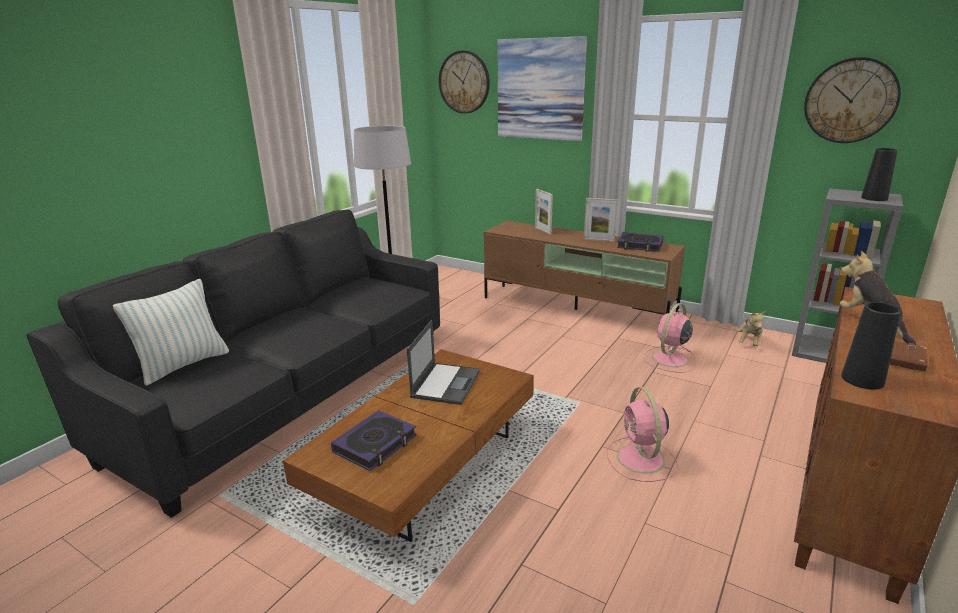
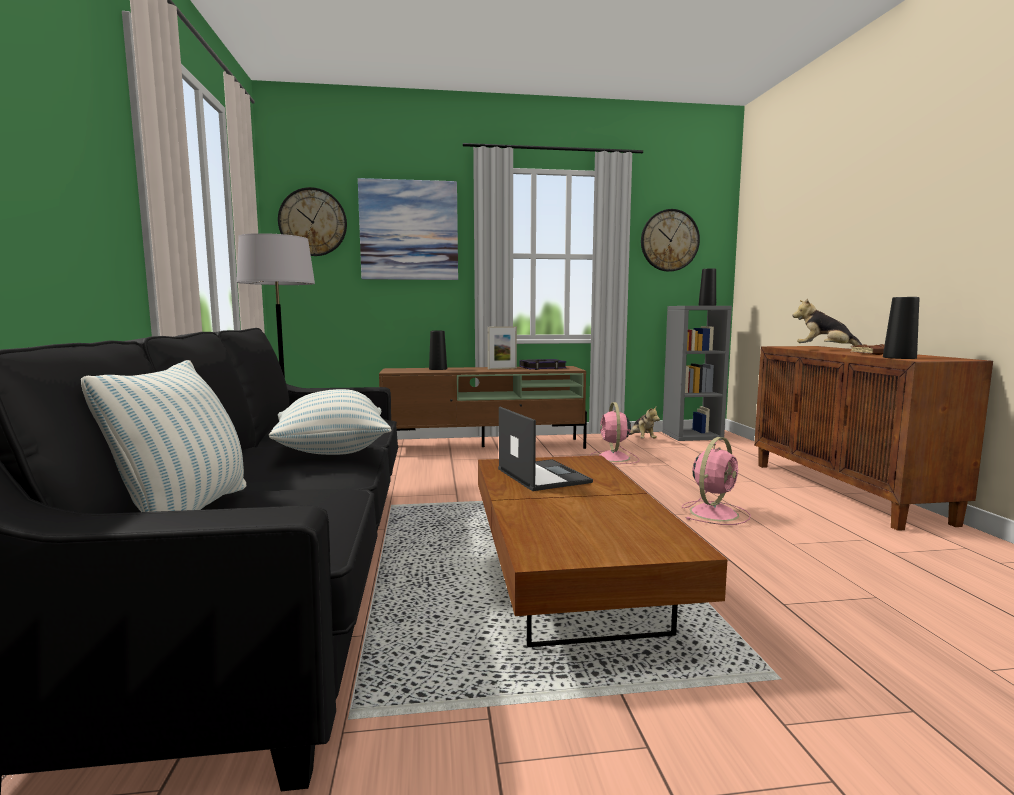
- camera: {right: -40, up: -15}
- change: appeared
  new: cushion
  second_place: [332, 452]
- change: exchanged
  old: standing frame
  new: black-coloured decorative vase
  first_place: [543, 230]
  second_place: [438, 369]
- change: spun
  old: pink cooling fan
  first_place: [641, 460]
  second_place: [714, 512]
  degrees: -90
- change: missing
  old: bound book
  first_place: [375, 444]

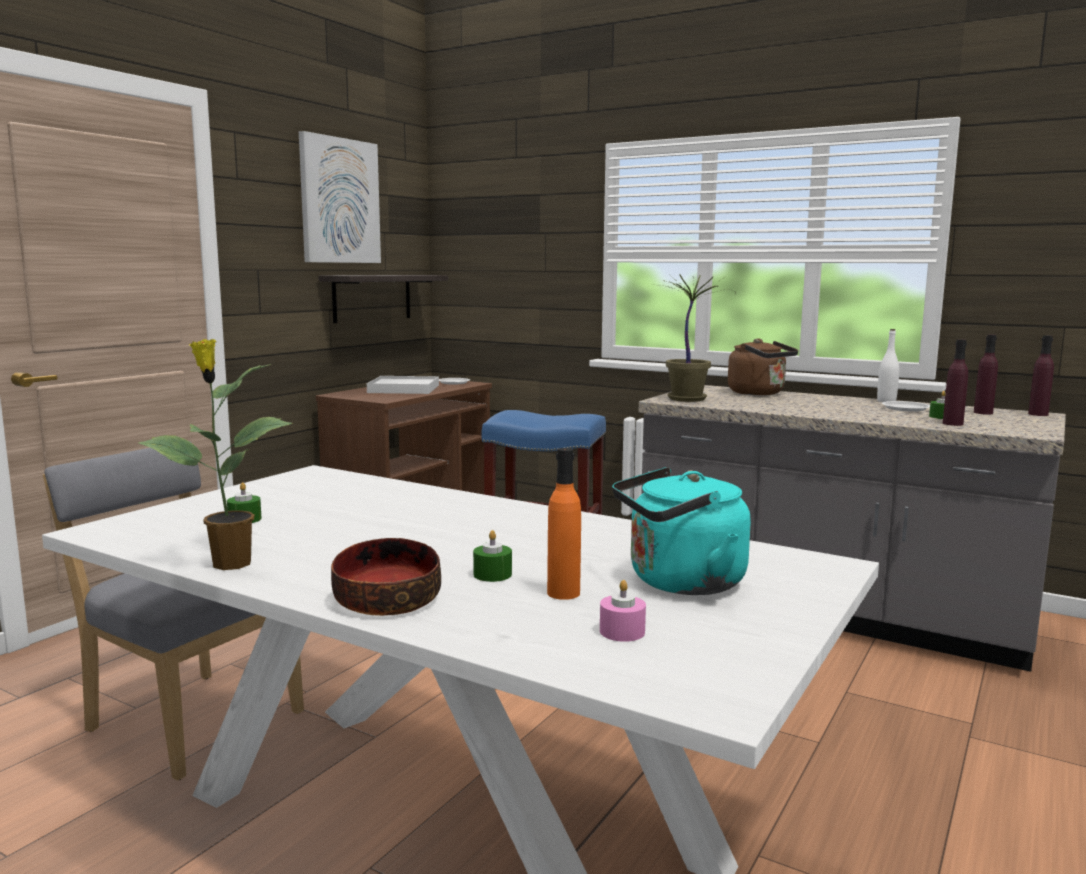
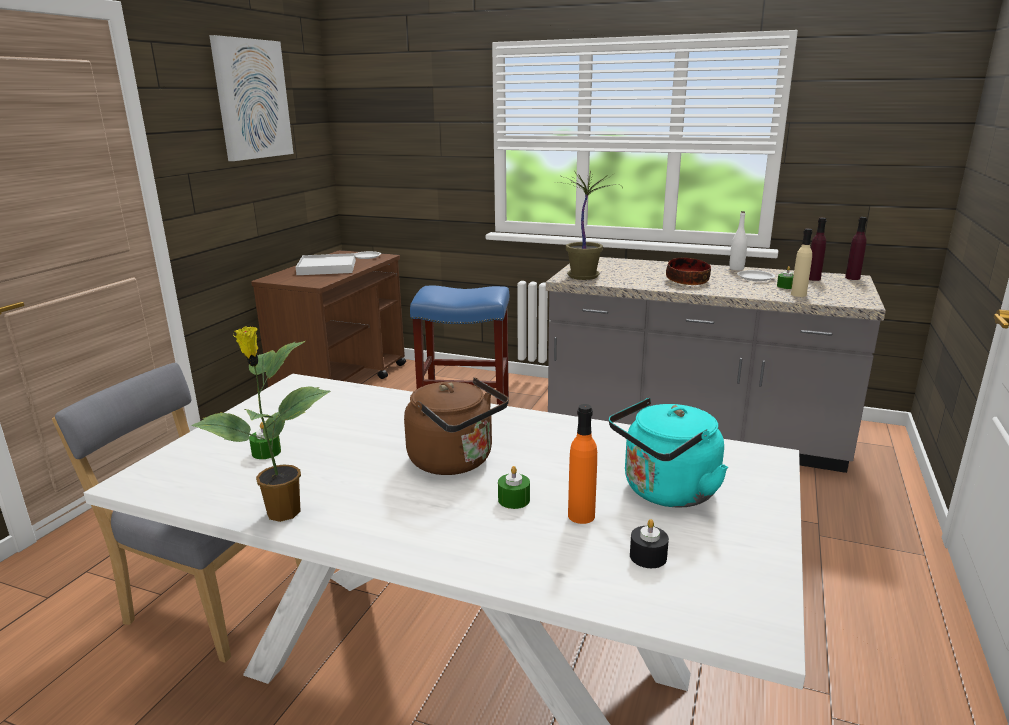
- camera: {right: -10, up: 10}
- change: relocated
  old: brown-coloured tea kettle
  first_place: [759, 393]
  second_place: [455, 461]
- change: colour
  old: pink wax candle
  new: black-coloured wax candle
  first_place: [622, 631]
  second_place: [648, 556]
- change: relocated
  old: bowl
  first_place: [386, 600]
  second_place: [686, 281]
- change: colour
  old: purple-coloured bottle
  new: sand-coloured bottle
  first_place: [952, 424]
  second_place: [798, 294]
- change: missing
  old: bracket shelf
  first_place: [372, 297]

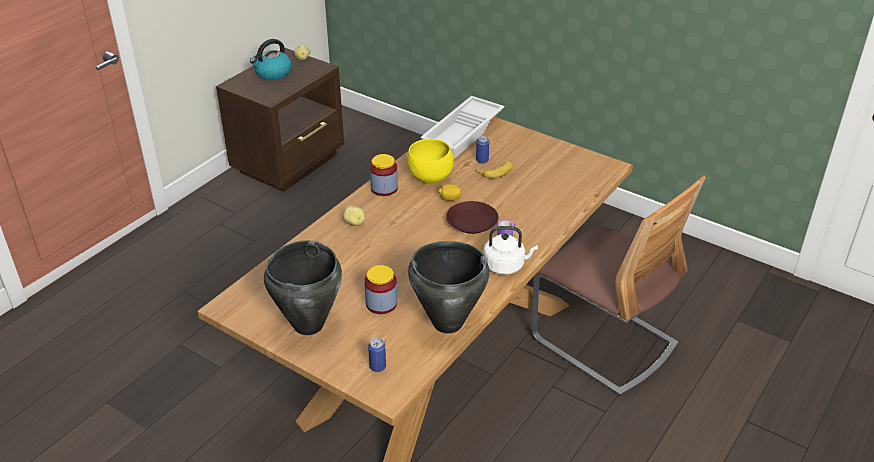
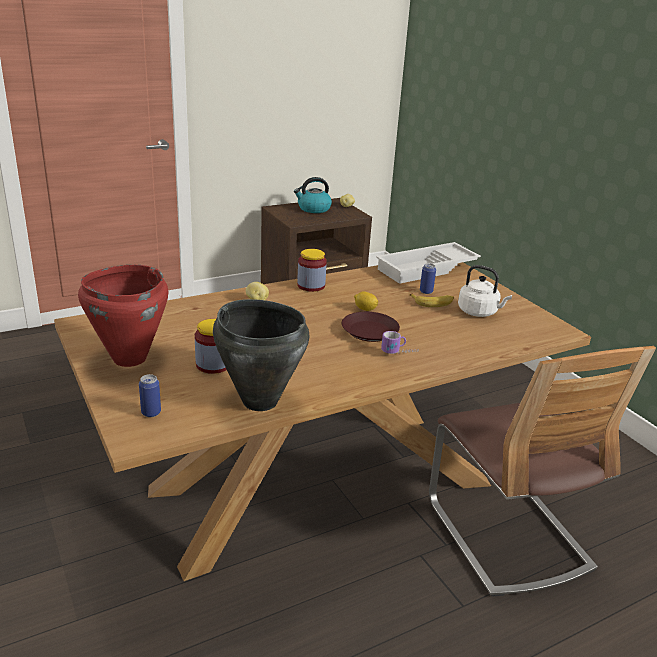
- camera: {right: 25, up: -10}
- change: colour
  old: black-coloured cooking pot
  new: red-coloured cooking pot
  first_place: [307, 325]
  second_place: [128, 358]
- change: relocated
  old: white-coloured tea kettle
  first_place: [506, 266]
  second_place: [479, 312]
- change: missing
  old: yellow bowl
  first_place: [430, 178]

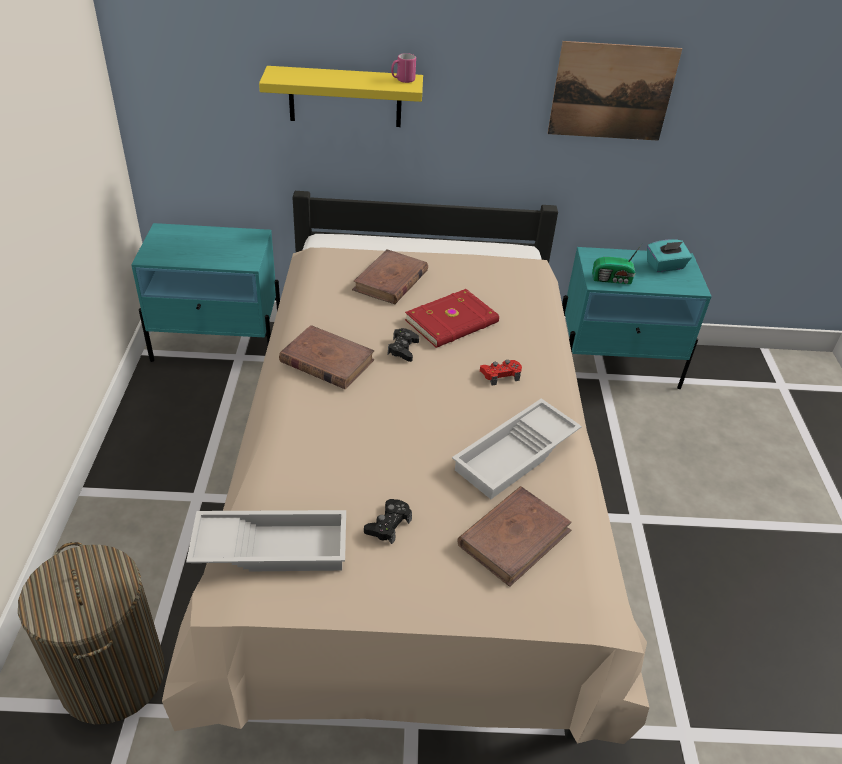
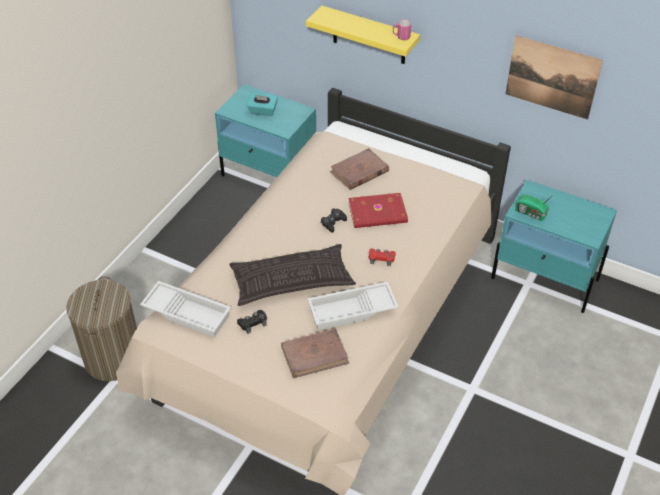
- camera: {right: 30, up: 5}
- change: appeared
  new: cushion
  second_place: [292, 281]
- change: relocated
  old: turquoise box of tissues
  first_place: [665, 266]
  second_place: [262, 111]
- change: missing
  old: brown-coloured bound book
  first_place: [326, 361]

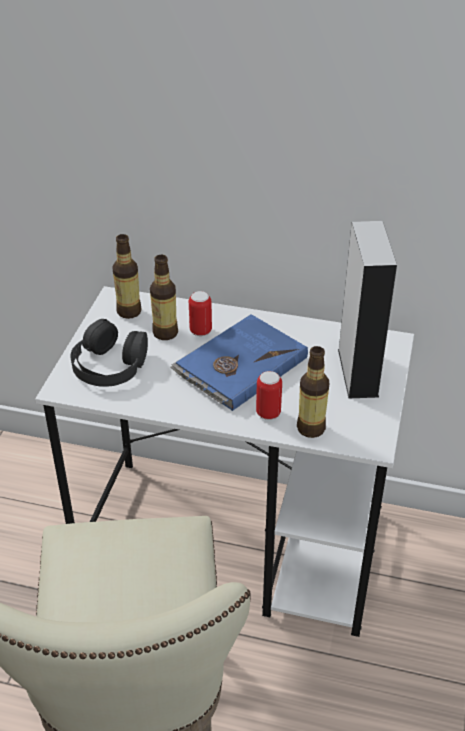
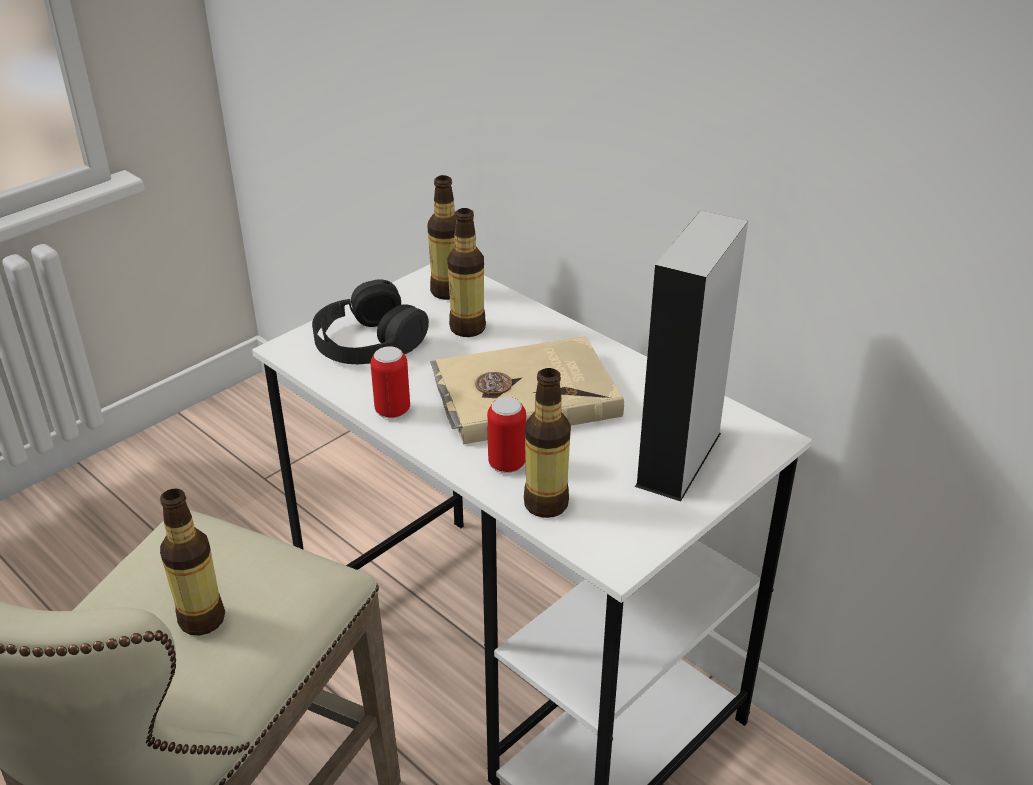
- camera: {right: 30, up: -5}
- change: appeared
  new: bottle
  second_place: [202, 619]
- change: relocated
  old: sealed can
  first_place: [200, 331]
  second_place: [392, 410]
- change: colour
  old: blue-coloured bound book
  new: sand-coloured bound book
  first_place: [239, 365]
  second_place: [524, 394]

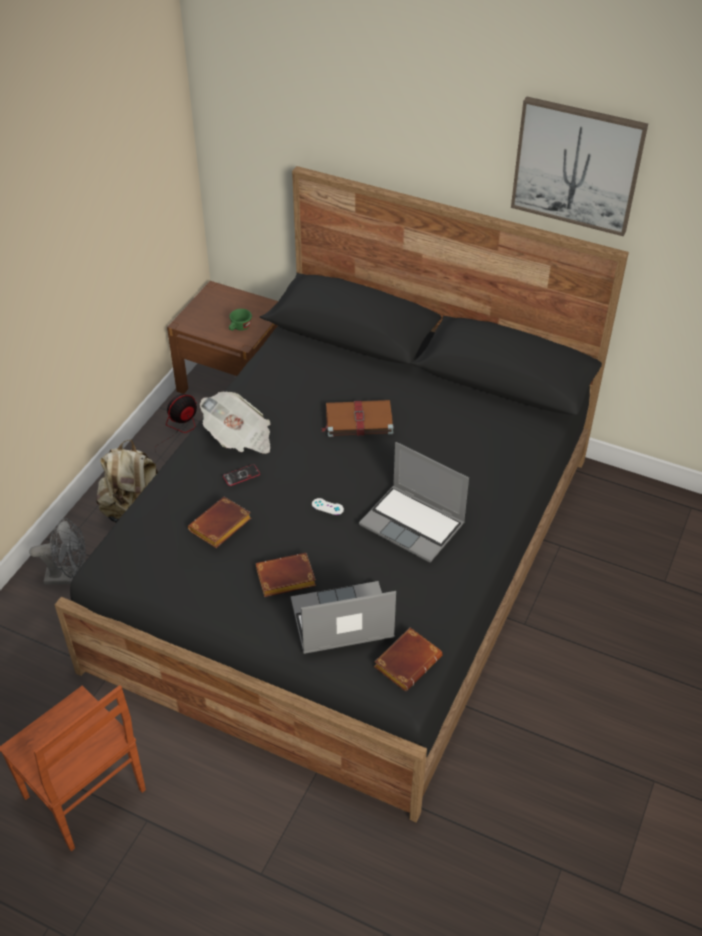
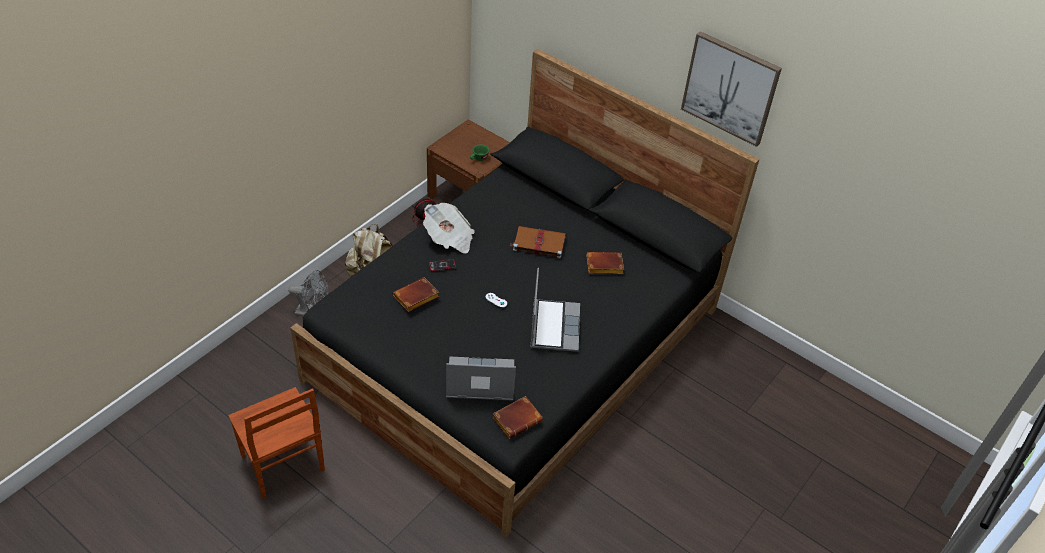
- camera: {right: 10, up: 0}
- change: spun
  old: notebook computer
  first_place: [414, 524]
  second_place: [554, 326]
  degrees: -135
- change: relocated
  old: brown-coloured bound book
  first_place: [284, 580]
  second_place: [603, 266]

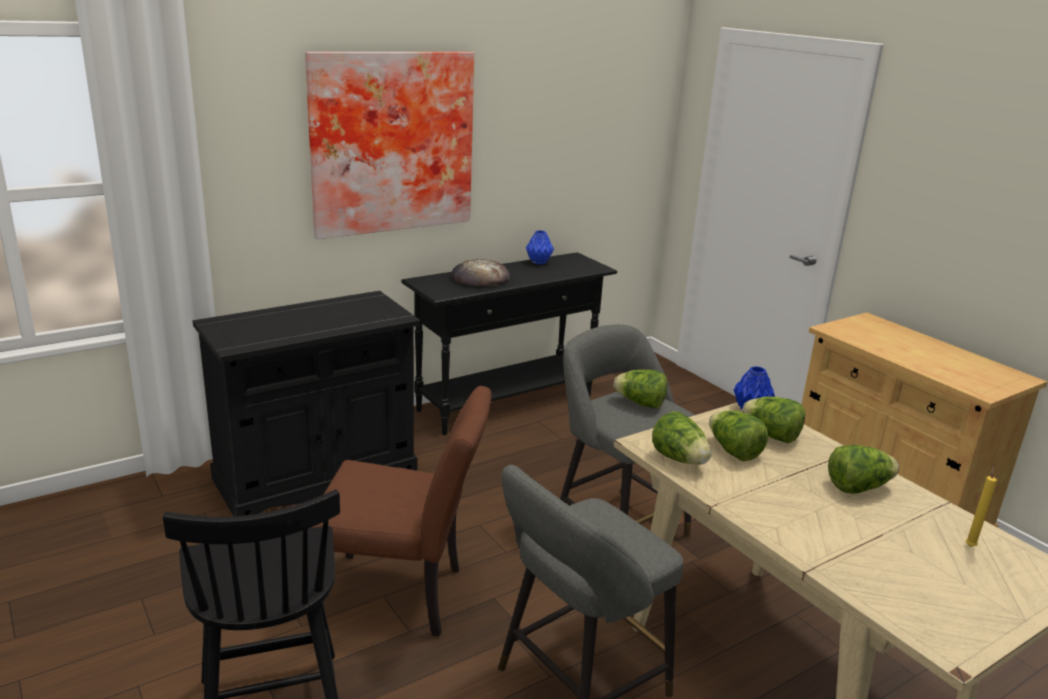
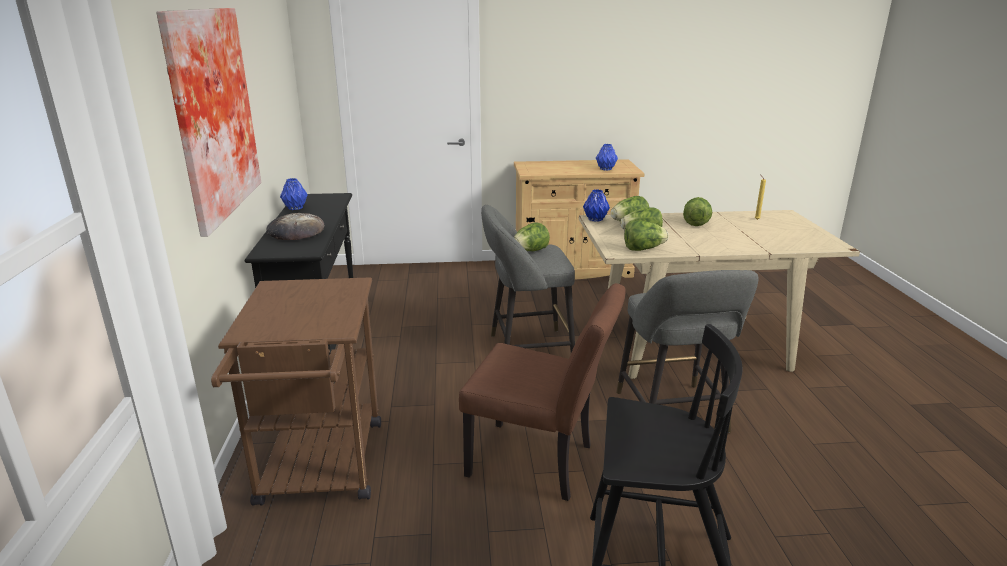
- camera: {right: -60, up: 0}
- change: exchanged
  old: black-coloured cupboard
  new: brown-coloured cart
  first_place: [316, 475]
  second_place: [320, 471]
- change: spun
  old: brown-coloured chair
  first_place: [403, 596]
  second_place: [540, 463]
  degrees: 75
- change: appeared
  new: blue-coloured decorative vase
  second_place: [606, 169]

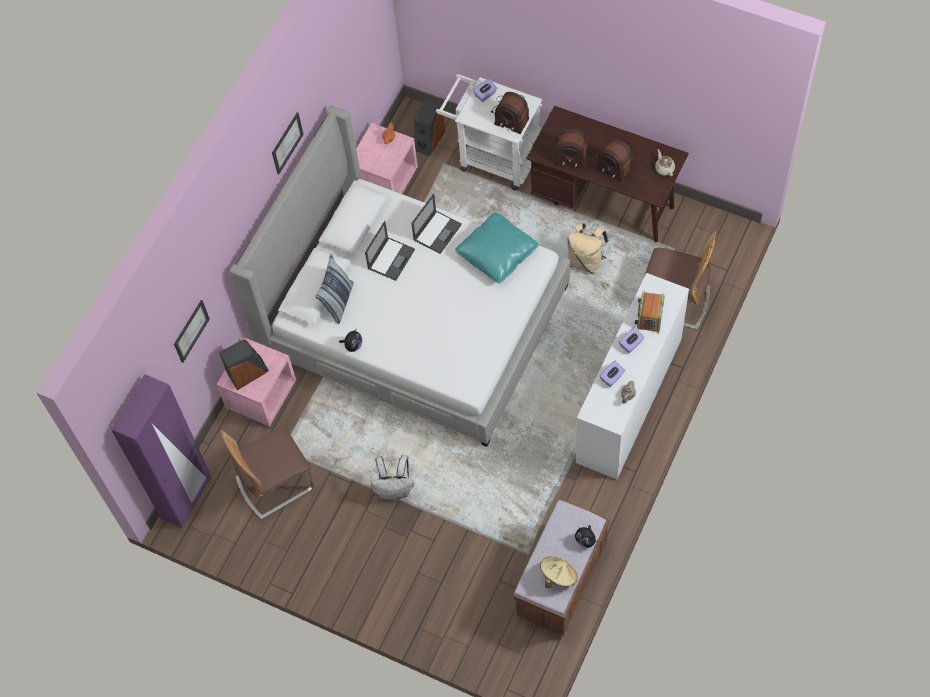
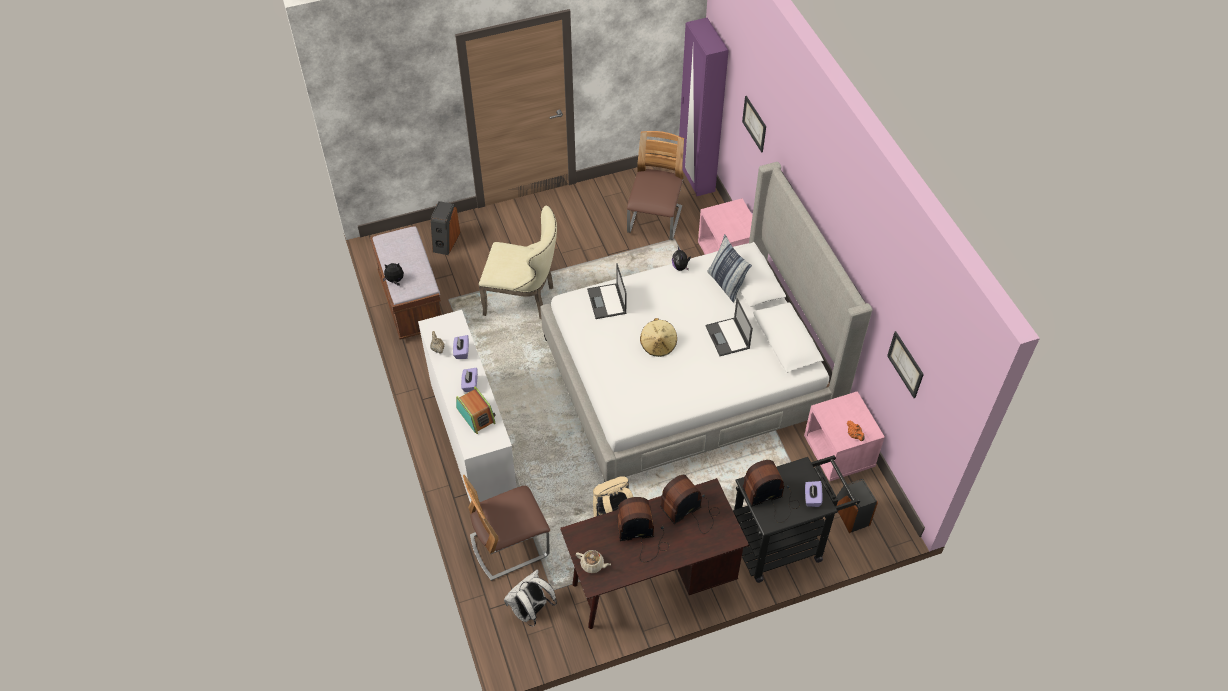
- camera: {right: 130, up: -10}
- change: relocated
  old: speaker
  first_place: [247, 372]
  second_place: [445, 241]
- change: appeared
  new: sand-coloured chair
  second_place: [524, 299]
- change: relocated
  old: white-coloured knapsack
  first_place: [395, 490]
  second_place: [531, 611]
- change: relocated
  old: notebook computer
  first_place: [437, 231]
  second_place: [607, 302]
- change: relocated
  old: sand-coloured hat
  first_place: [558, 576]
  second_place: [658, 345]
- change: colour
  old: white-coloured cart
  new: black-coloured cart
  first_place: [493, 157]
  second_place: [784, 543]
- change: relocated
  old: picture
  first_place: [287, 143]
  second_place: [905, 364]
- change: missing
  old: turquoise cushion
  first_place: [497, 254]

